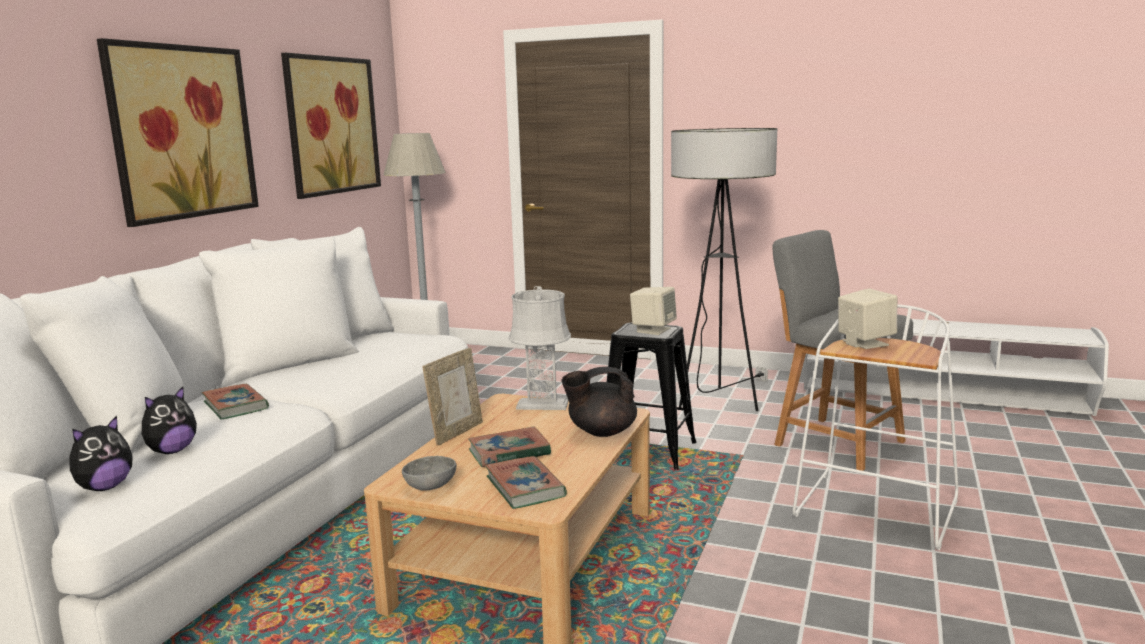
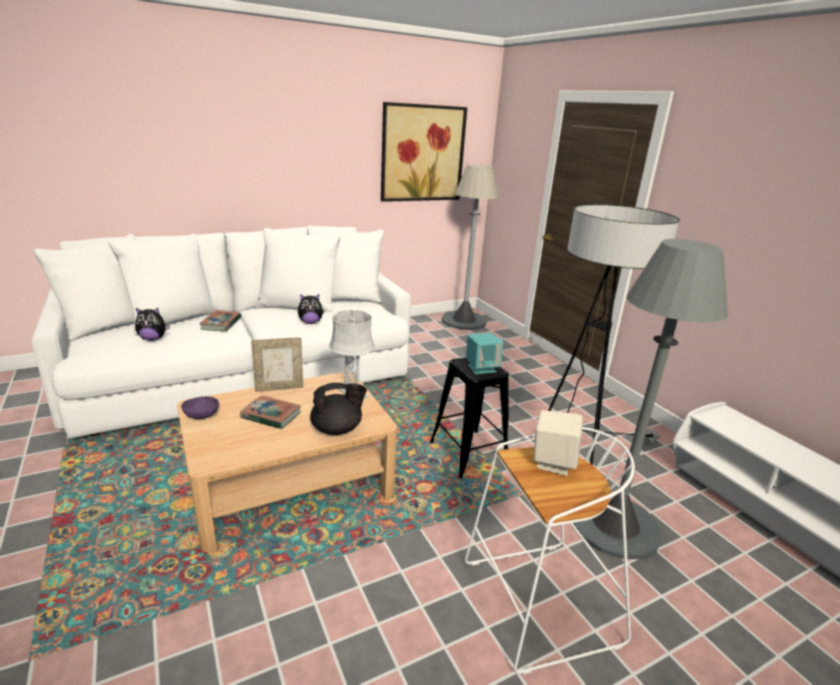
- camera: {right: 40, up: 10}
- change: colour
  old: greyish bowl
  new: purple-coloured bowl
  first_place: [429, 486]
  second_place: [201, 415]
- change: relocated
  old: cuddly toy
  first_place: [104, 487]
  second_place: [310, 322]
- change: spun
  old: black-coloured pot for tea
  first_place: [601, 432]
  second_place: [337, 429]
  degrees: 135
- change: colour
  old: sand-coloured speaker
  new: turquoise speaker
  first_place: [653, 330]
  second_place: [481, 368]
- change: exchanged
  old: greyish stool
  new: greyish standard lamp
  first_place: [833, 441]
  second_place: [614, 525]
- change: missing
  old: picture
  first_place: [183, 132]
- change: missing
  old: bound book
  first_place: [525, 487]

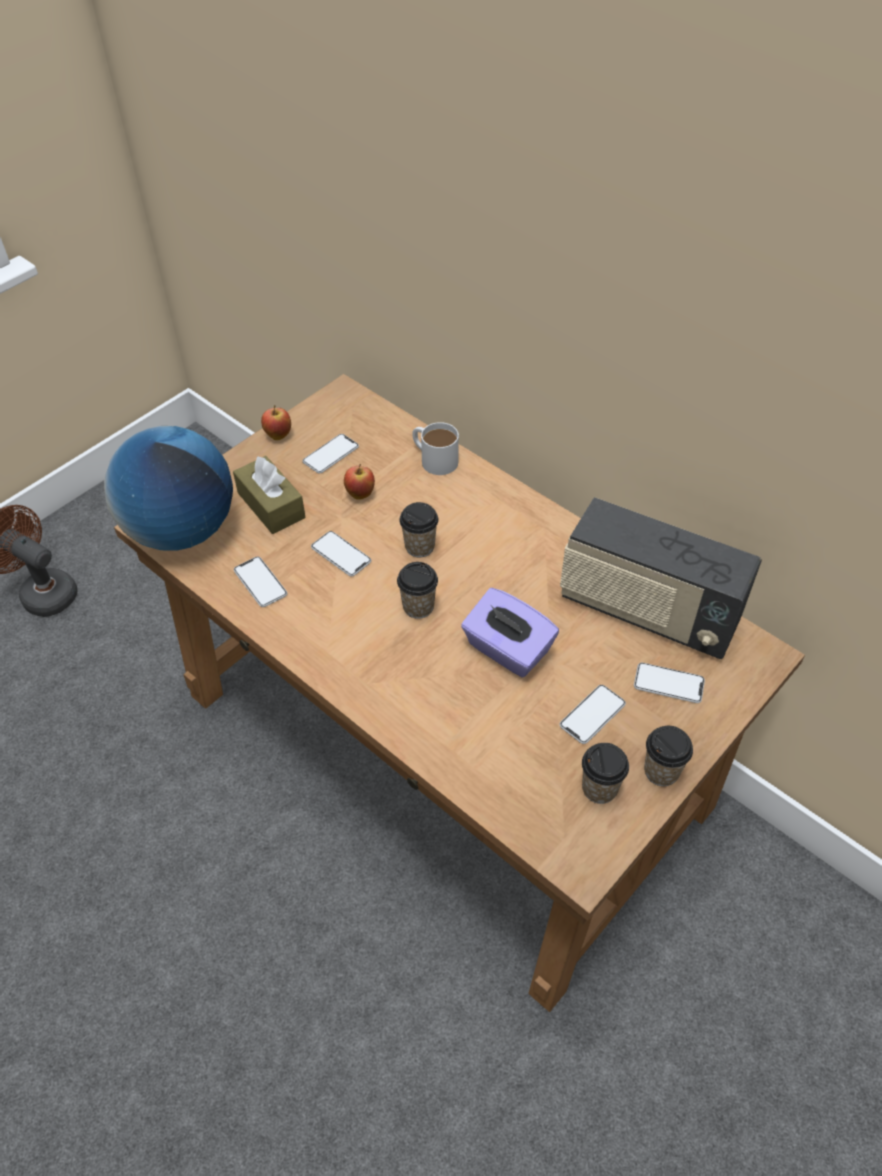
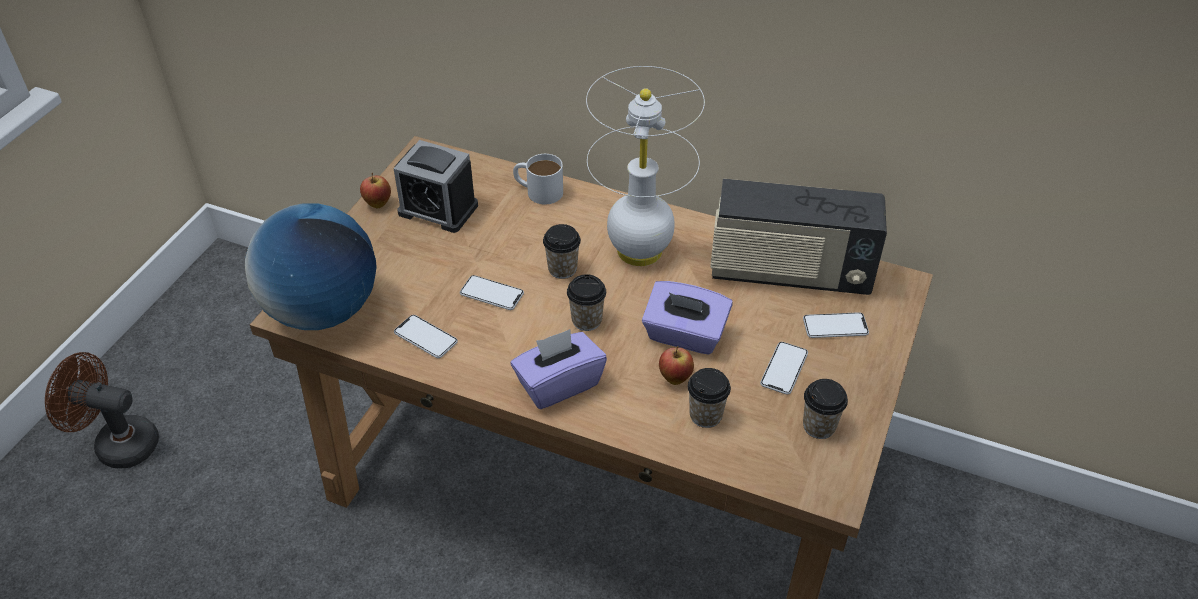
- camera: {right: -20, up: -5}
- change: exchanged
  old: handset
  new: table clock
  first_place: [331, 454]
  second_place: [438, 209]
- change: appeared
  new: purple-coloured box of tissues
  second_place: [558, 384]
- change: appeared
  new: white-coloured lamp for a table
  second_place: [639, 251]
- change: relocated
  old: whole apple
  first_place: [360, 494]
  second_place: [675, 378]
- change: relocated
  old: cup
  first_place: [661, 771]
  second_place: [705, 415]
- change: missing
  old: brown-coloured box of tissues
  first_place: [271, 505]

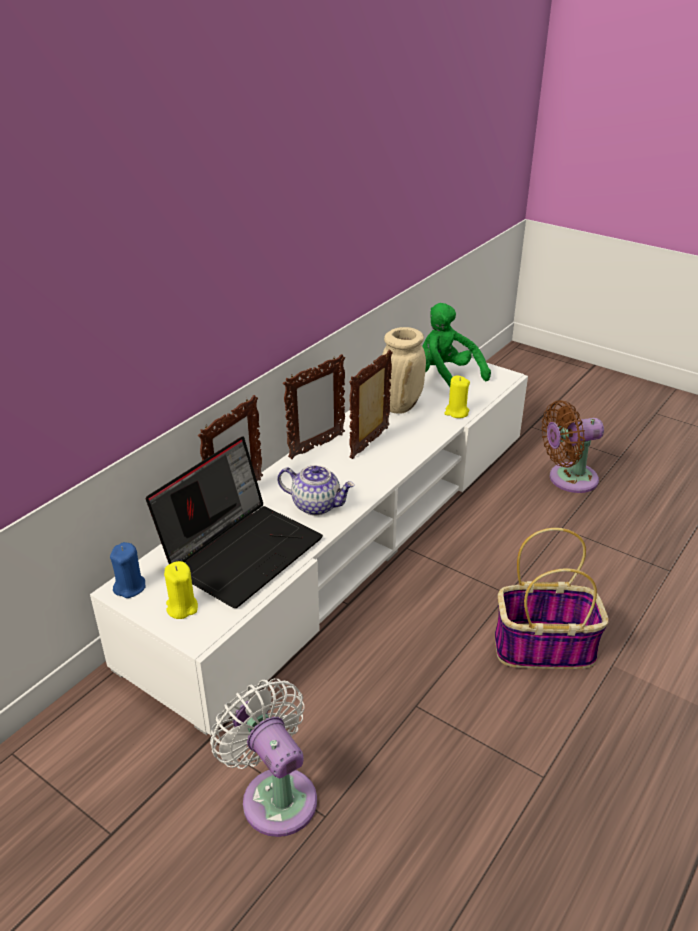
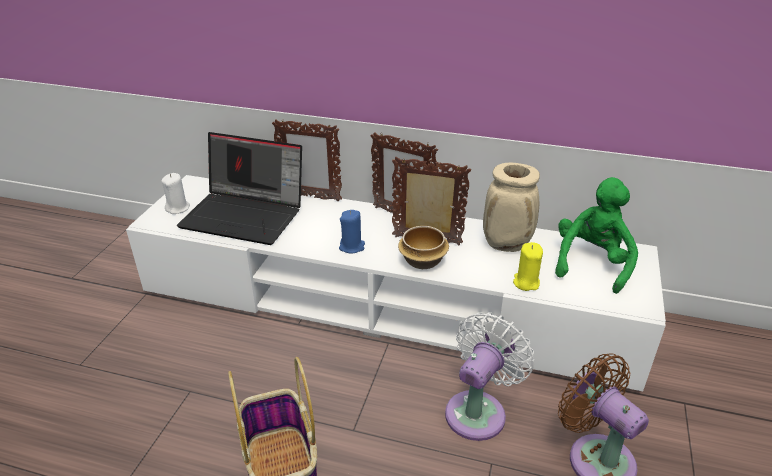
- camera: {right: 70, up: 0}
- change: colour
  old: yellow wax candle
  new: white-coloured wax candle
  first_place: [182, 607]
  second_place: [178, 208]
- change: relocated
  old: blue-coloured wax candle
  first_place: [130, 587]
  second_place: [352, 247]
- change: appeared
  new: bowl
  second_place: [424, 261]
- change: relocated
  old: white-coloured cooling fan
  first_place: [275, 795]
  second_place: [478, 410]
- change: missing
  old: pot for tea
  first_place: [317, 505]

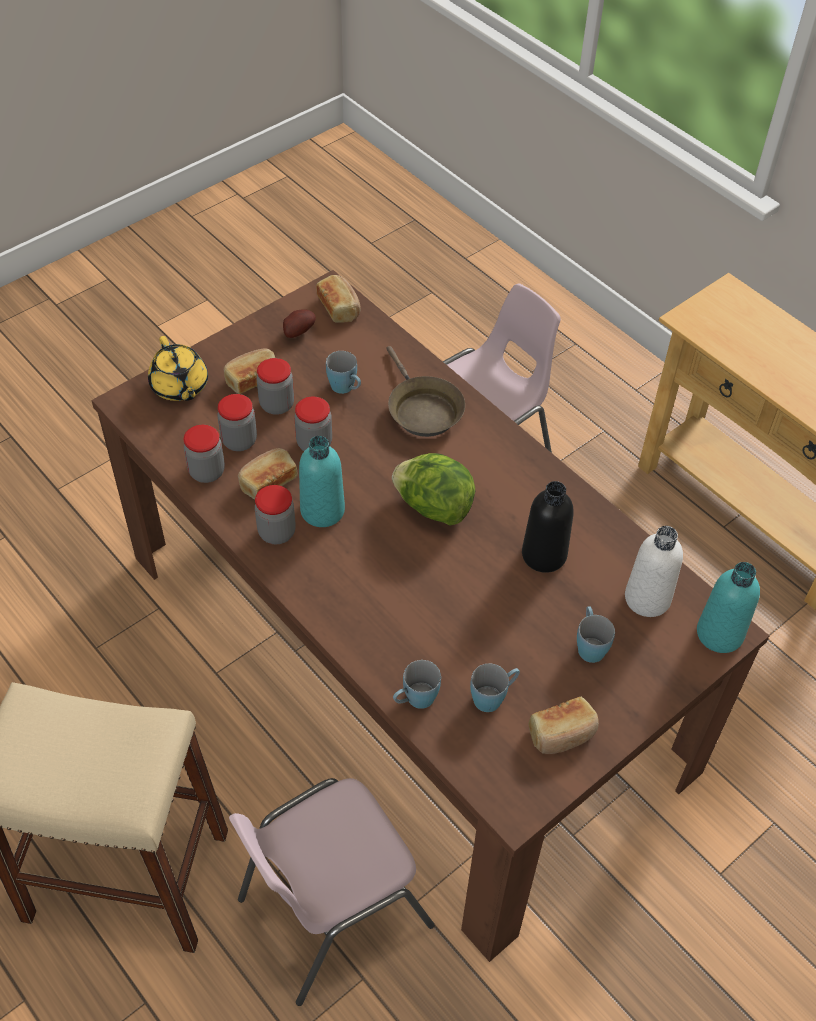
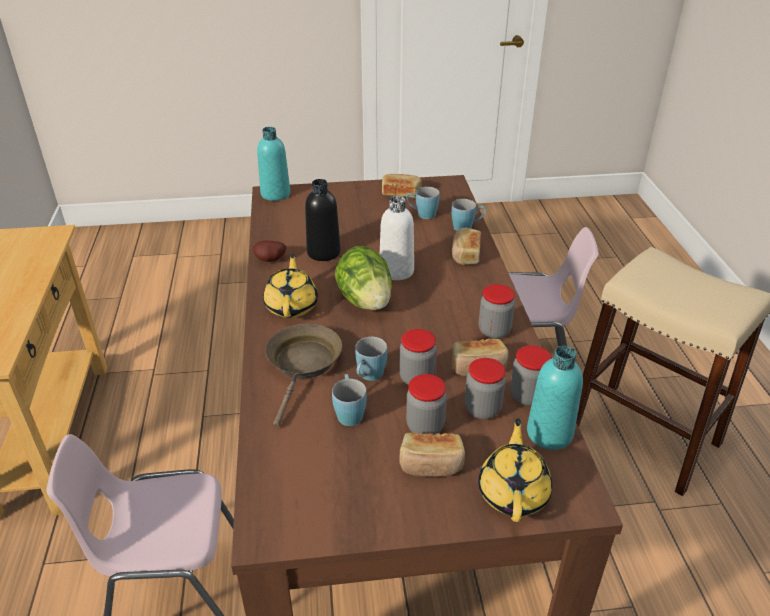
- camera: {right: -145, up: -15}
- change: relocated
  old: spud
  first_place: [297, 332]
  second_place: [270, 260]
- change: appeared
  new: yellow pot for tea
  second_place: [292, 305]
- change: relocated
  old: blue-coloured mug
  first_place: [589, 645]
  second_place: [368, 376]
- change: relocated
  old: white-coloured bottle
  first_place: [647, 598]
  second_place: [396, 271]
- change: relocated
  old: bakery bread
  first_place: [339, 307]
  second_place: [465, 254]
- change: relocated
  old: turquoise bottle
  first_place: [322, 510]
  second_place: [549, 433]

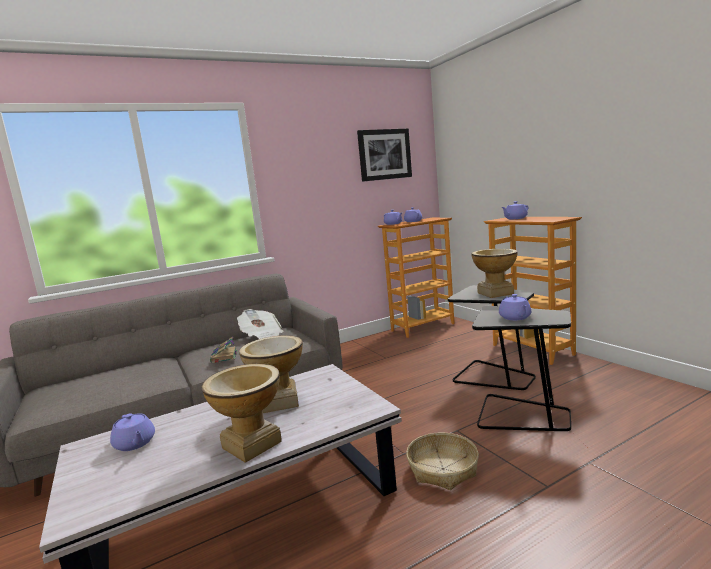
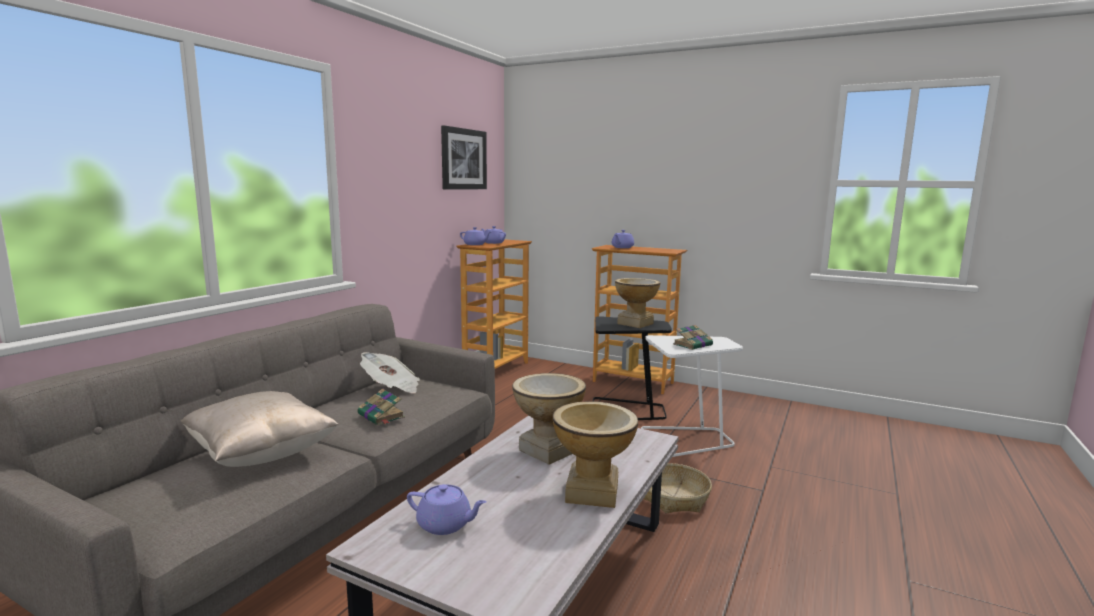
- camera: {right: -35, up: 0}
- change: appeared
  new: sand-coloured cushion
  second_place: [261, 455]
- change: colour
  old: black-coloured side table
  new: white-coloured side table
  first_place: [521, 415]
  second_place: [686, 440]
- change: exchanged
  old: purple-coloured pot for tea
  new: bound book
  first_place: [515, 318]
  second_place: [693, 345]

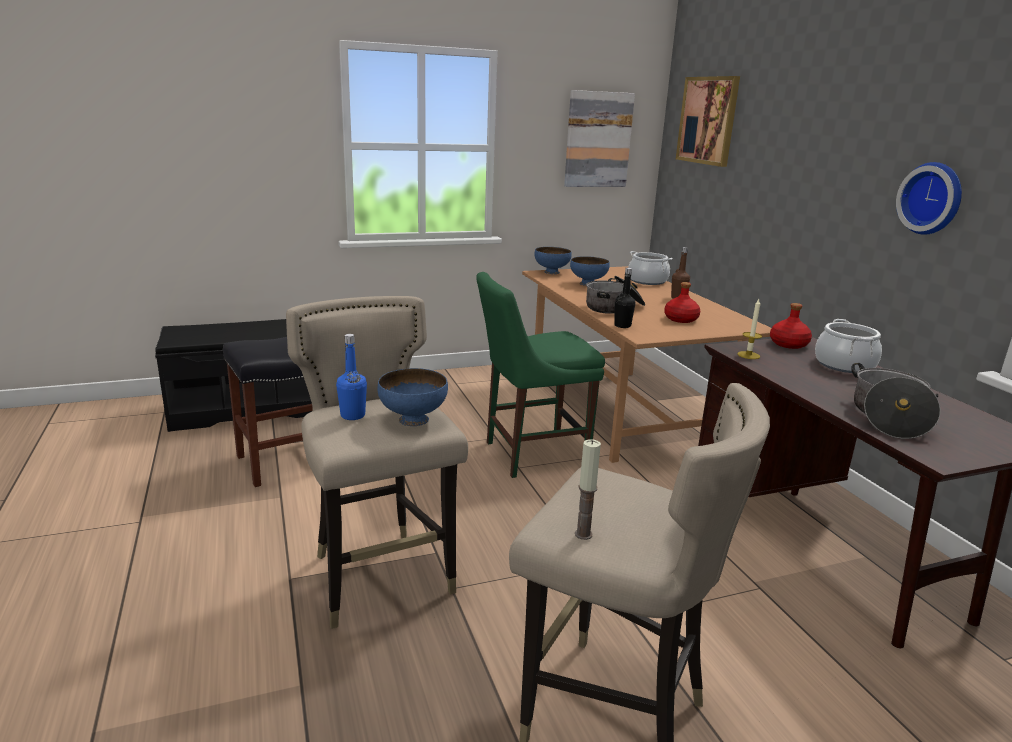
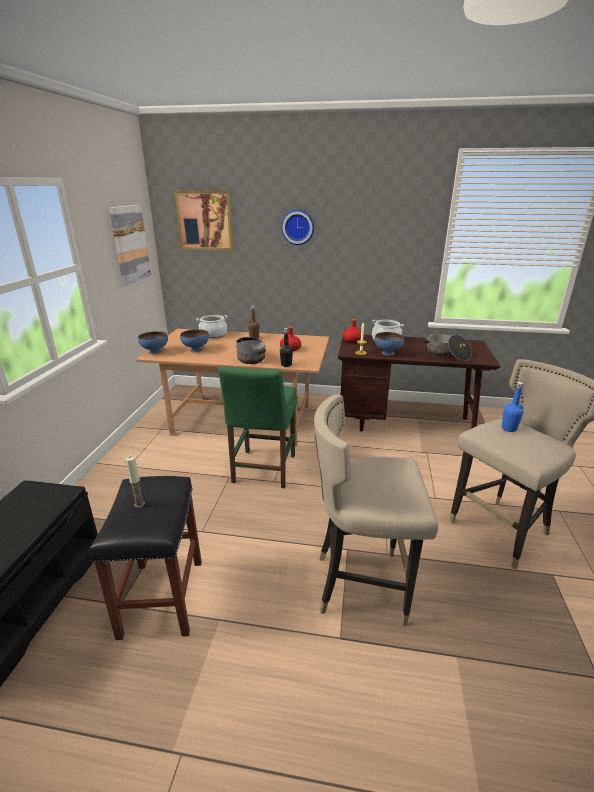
- camera: {right: -60, up: 5}
- change: relocated
  old: wax candle
  first_place: [583, 534]
  second_place: [139, 504]
- change: relocated
  old: wall clock
  first_place: [933, 198]
  second_place: [298, 227]
- change: relocated
  old: blue-coloured bowl
  first_place: [413, 419]
  second_place: [387, 353]
- change: relocated
  old: blue-coloured bottle
  first_place: [353, 415]
  second_place: [509, 428]

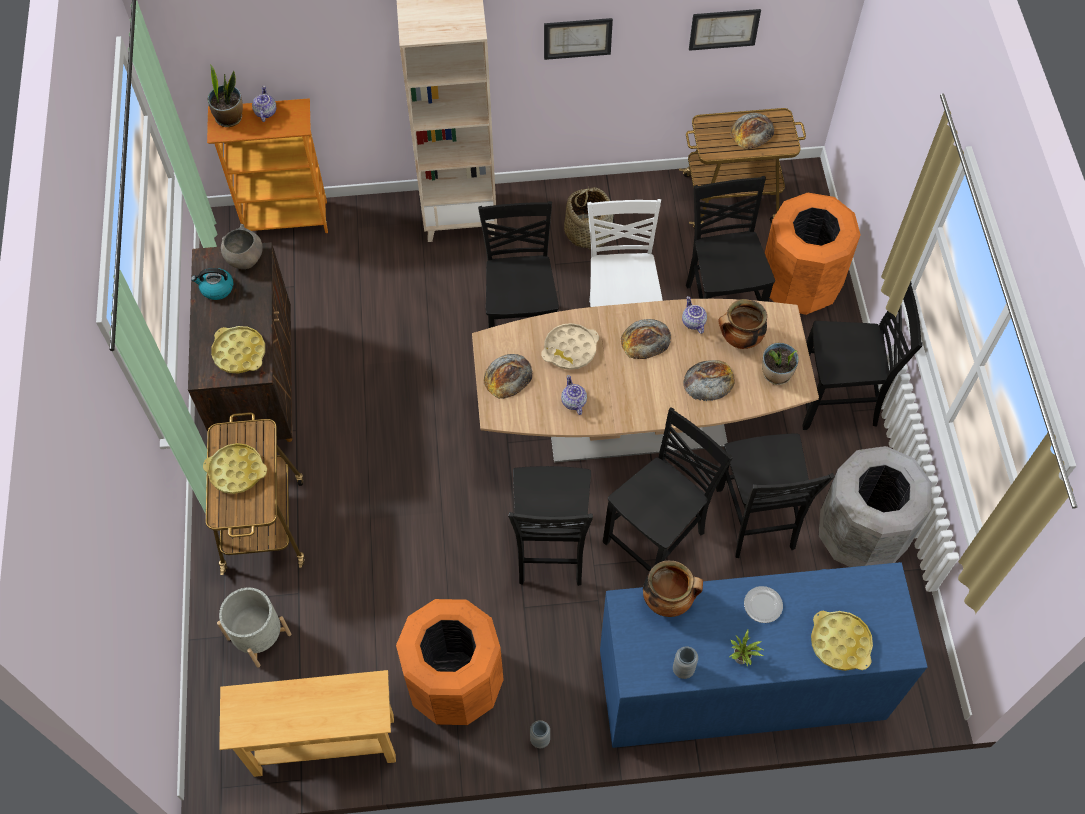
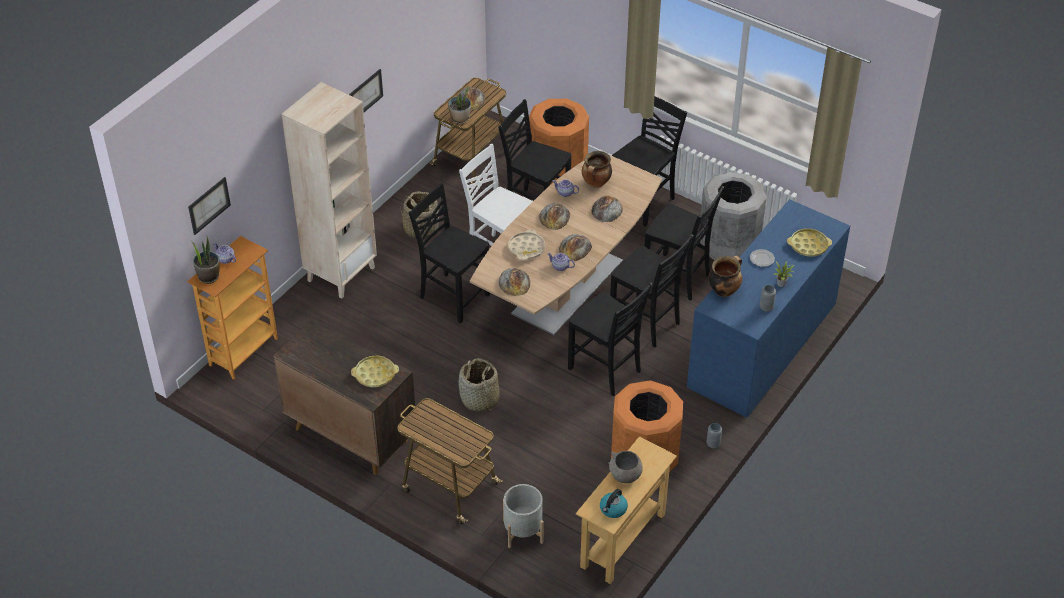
- camera: {right: -50, up: -15}
- change: relocated
  old: picture
  first_place: [724, 29]
  second_place: [209, 205]
- change: relocated
  old: houseplant
  first_place: [776, 374]
  second_place: [460, 119]
- change: appeared
  new: storage basket
  second_place: [479, 399]
- change: appeared
  new: bakery bread
  second_place: [575, 248]
- change: relocated
  old: tea kettle
  first_place: [216, 288]
  second_place: [613, 509]
- change: relocated
  old: greyish bowl
  first_place: [245, 259]
  second_place: [625, 476]
- change: spun
  old: black-coloured chair
  first_place: [657, 538]
  second_place: [646, 323]
  degrees: 135
- change: missing
  old: yellow serving tray
  first_place: [236, 471]

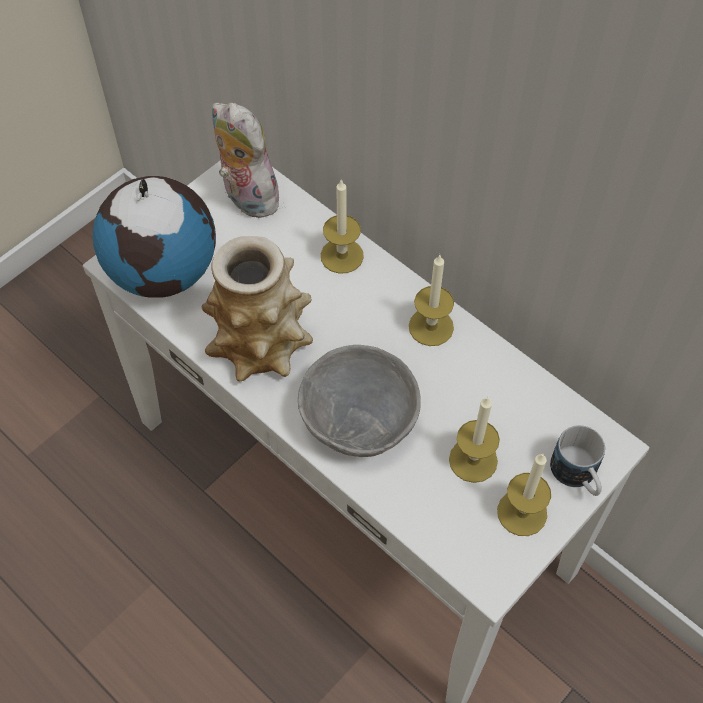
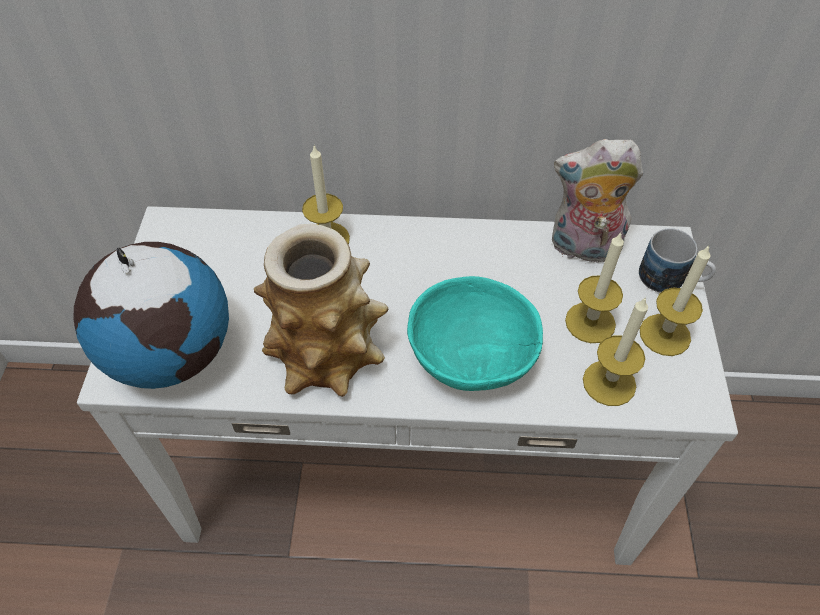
- camera: {right: -40, up: -5}
- change: colour
  old: greyish bowl
  new: turquoise bowl
  first_place: [357, 418]
  second_place: [470, 355]
- change: relocated
  old: cuddly toy
  first_place: [246, 197]
  second_place: [583, 248]
- change: relocated
  old: wax candle
  first_place: [431, 327]
  second_place: [609, 383]

